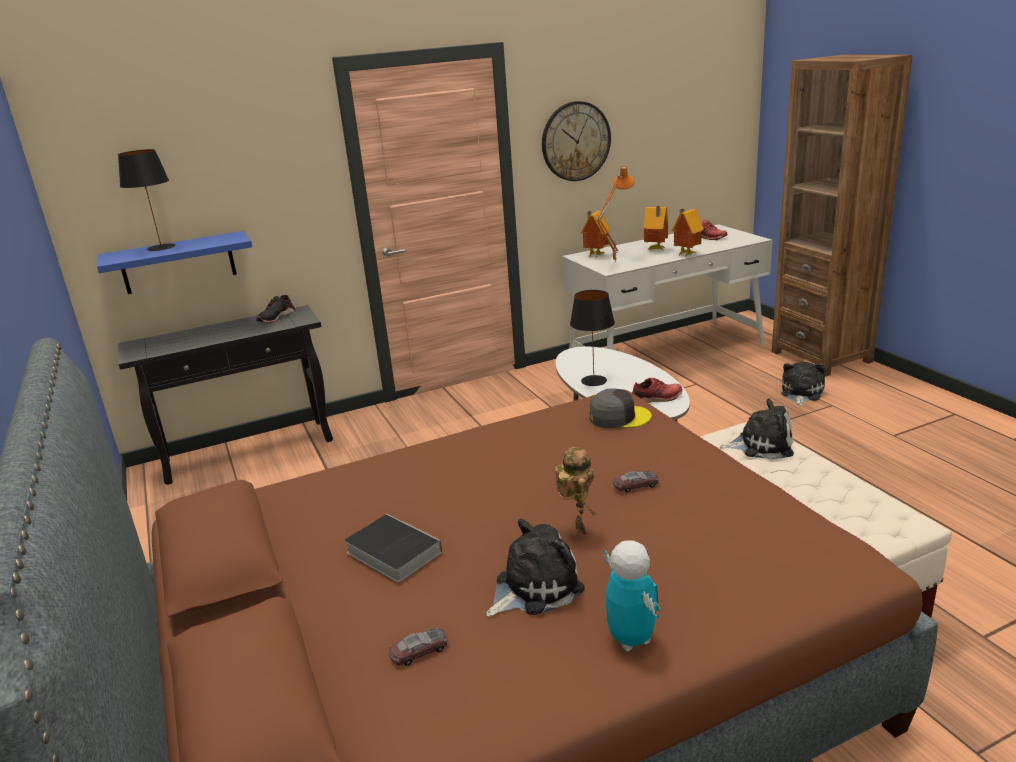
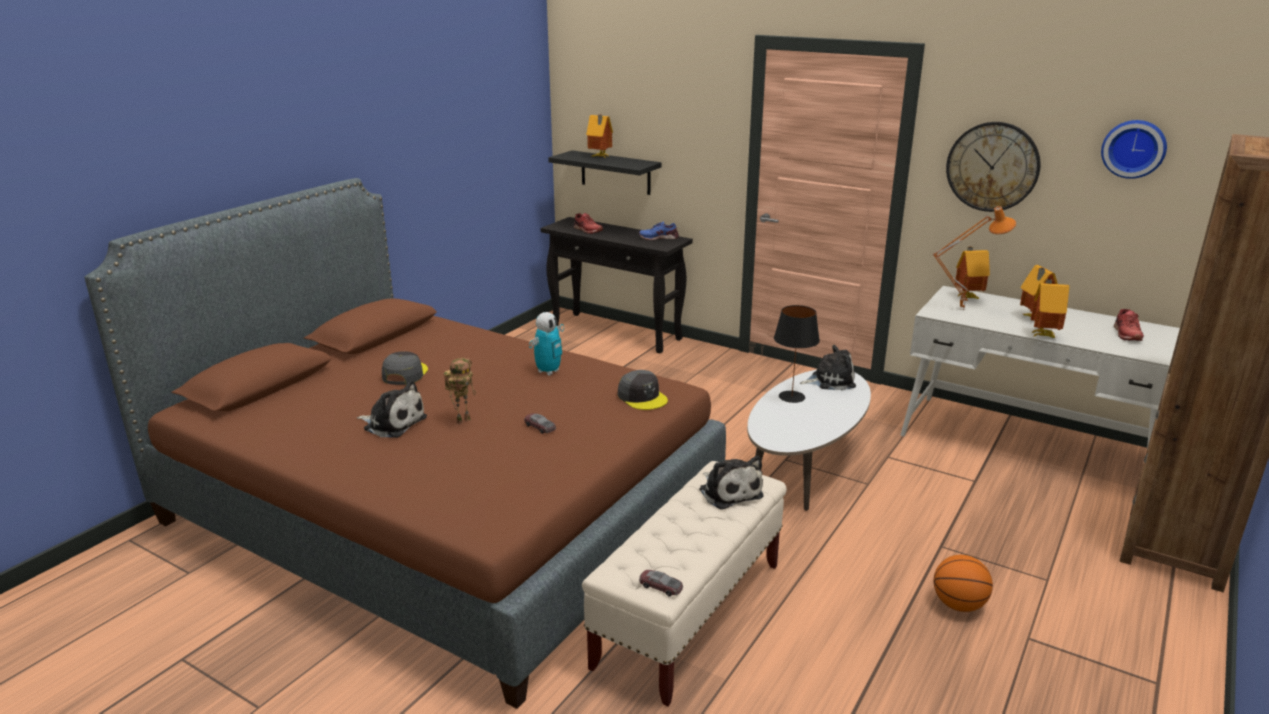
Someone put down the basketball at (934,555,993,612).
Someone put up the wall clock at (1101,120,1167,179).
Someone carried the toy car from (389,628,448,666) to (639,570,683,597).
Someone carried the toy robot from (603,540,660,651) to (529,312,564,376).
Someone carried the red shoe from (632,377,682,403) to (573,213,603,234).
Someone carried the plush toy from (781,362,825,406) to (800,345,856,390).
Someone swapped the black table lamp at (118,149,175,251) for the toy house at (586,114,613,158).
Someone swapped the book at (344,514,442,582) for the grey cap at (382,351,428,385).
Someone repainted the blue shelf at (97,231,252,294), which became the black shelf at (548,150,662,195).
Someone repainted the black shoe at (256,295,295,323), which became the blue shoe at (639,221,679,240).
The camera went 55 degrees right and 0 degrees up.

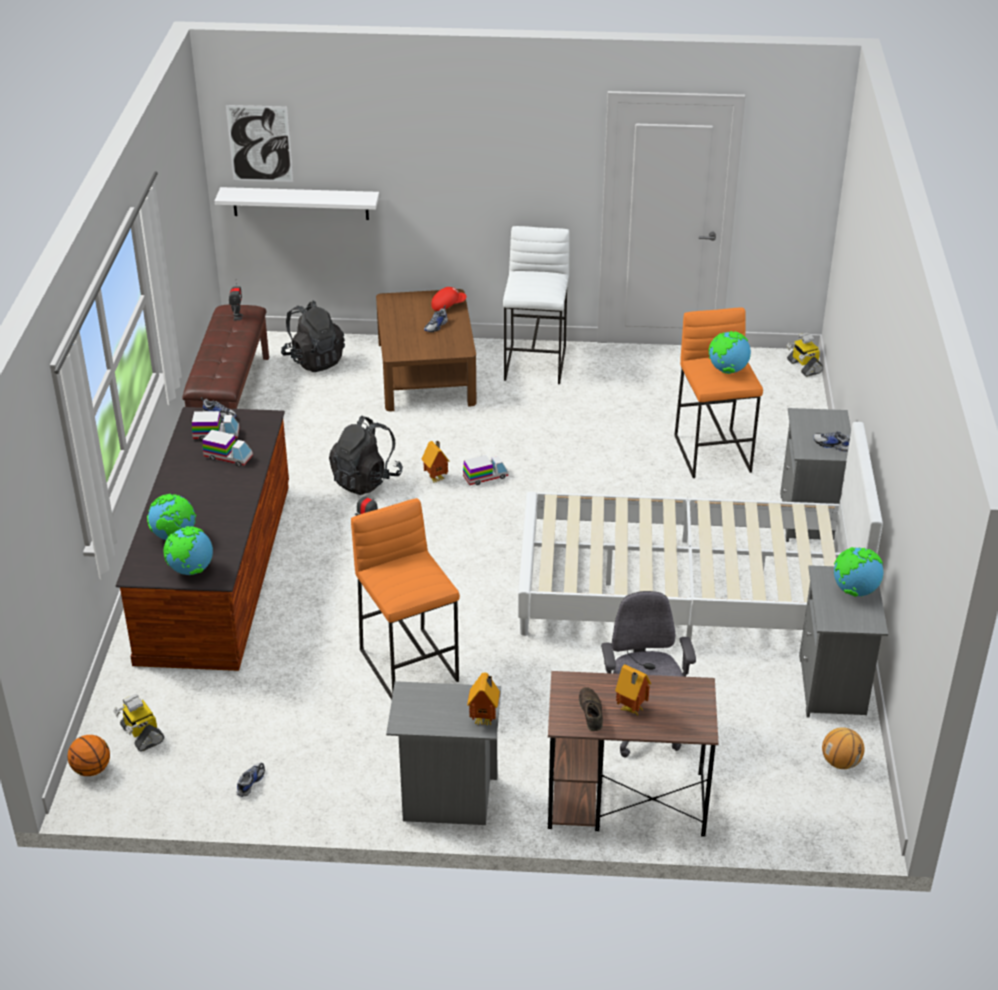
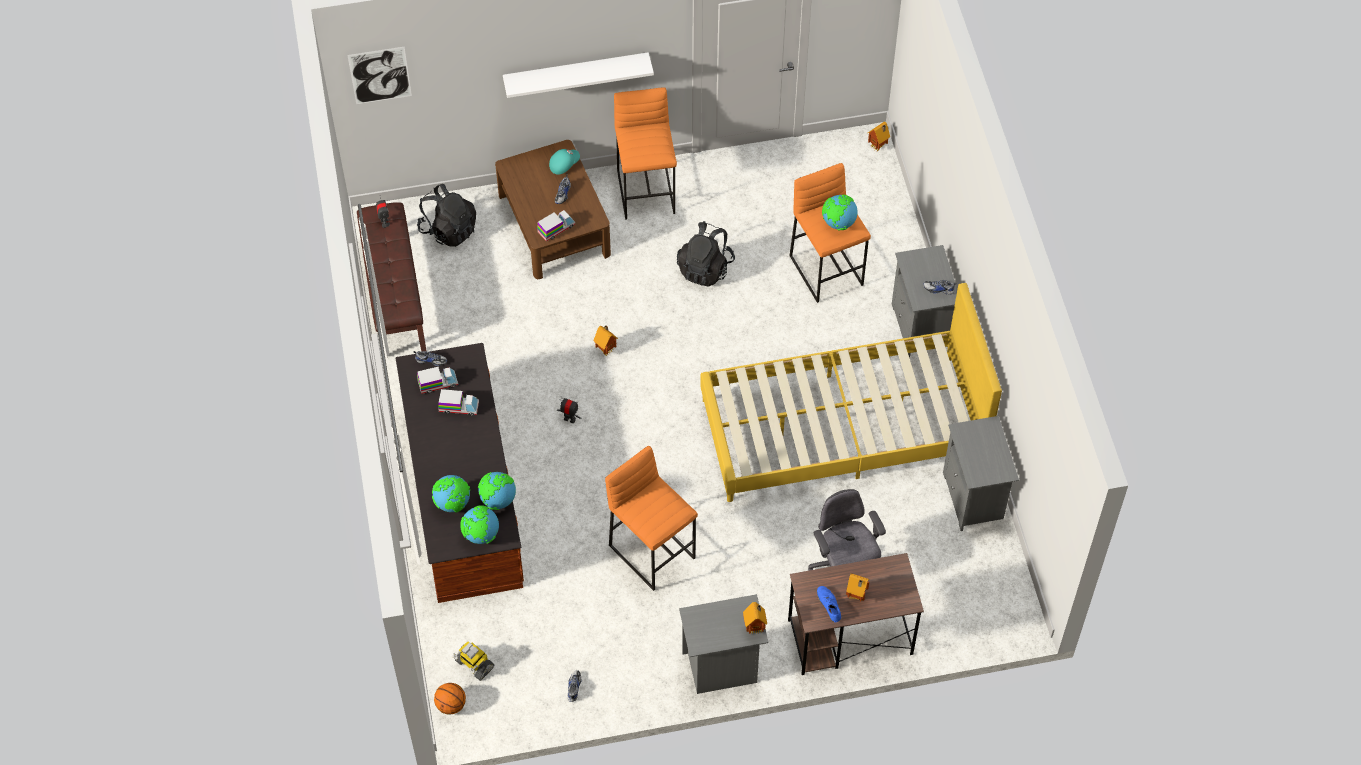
Someone took away the basketball at (822,727,865,769).
Someone carried the white shelf from (215,187,379,220) to (503,52,654,98).
Someone carried the black backpack from (329,416,403,495) to (677,221,735,287).
Someone carried the toy truck from (463,455,508,485) to (537,210,575,242).
Someone carried the globe from (834,547,883,596) to (478,472,516,510).
Someone swapped the toy robot at (787,332,823,377) for the toy house at (868,121,890,151).
Someone repainted the red cap at (431,287,467,311), which became the turquoise cap at (549,149,580,175).
Someone repainted the white stool at (503,226,570,384), which became the orange stool at (614,87,677,220).
Someone repainted the white bed at (518,422,883,640), which became the yellow bed at (700,283,1002,502).
Someone repainted the brown shoe at (579,687,603,731), which became the blue shoe at (817,586,841,622).
The camera went 15 degrees left and 20 degrees up.

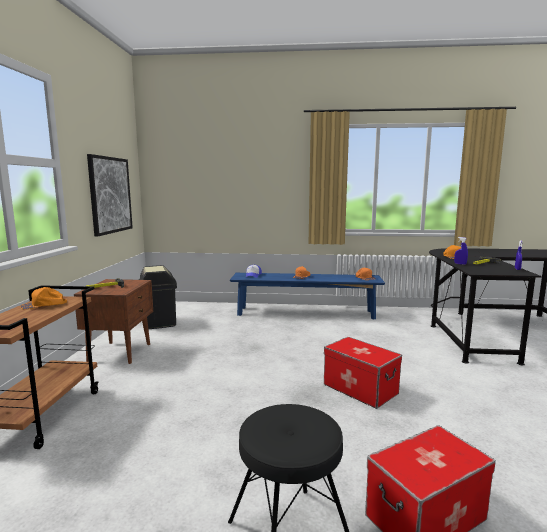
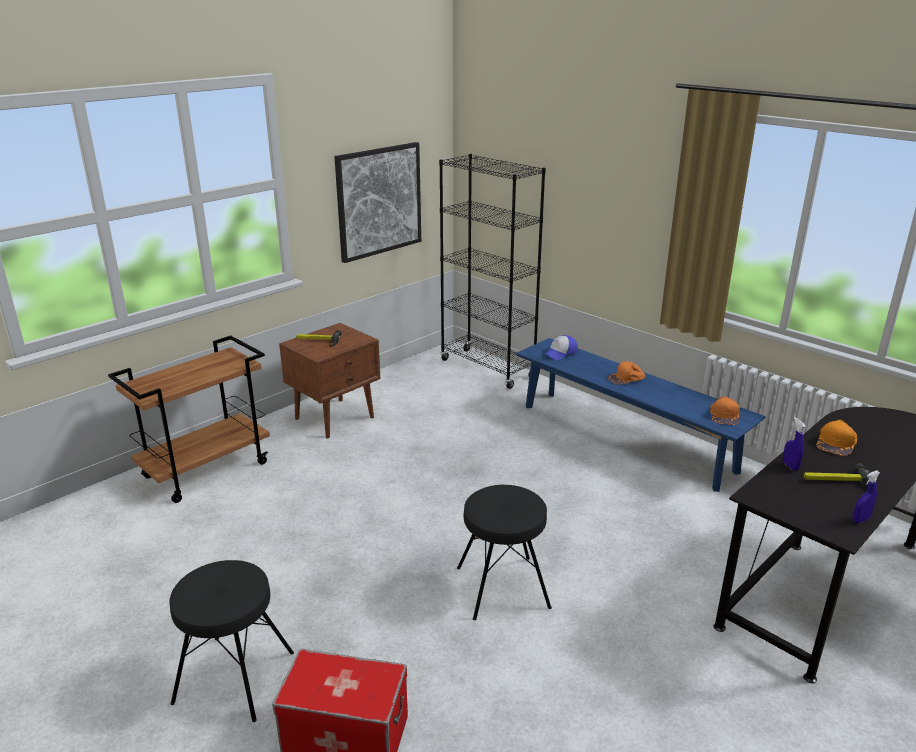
Someone took away the orange cap at (21,287,67,309).
Someone took away the black trash can at (138,265,177,329).
Someone put down the black bookcase at (439,154,546,389).
Someone swapped the storage box at (324,337,402,409) for the black stool at (457,485,552,620).
The camera went 40 degrees right and 15 degrees up.

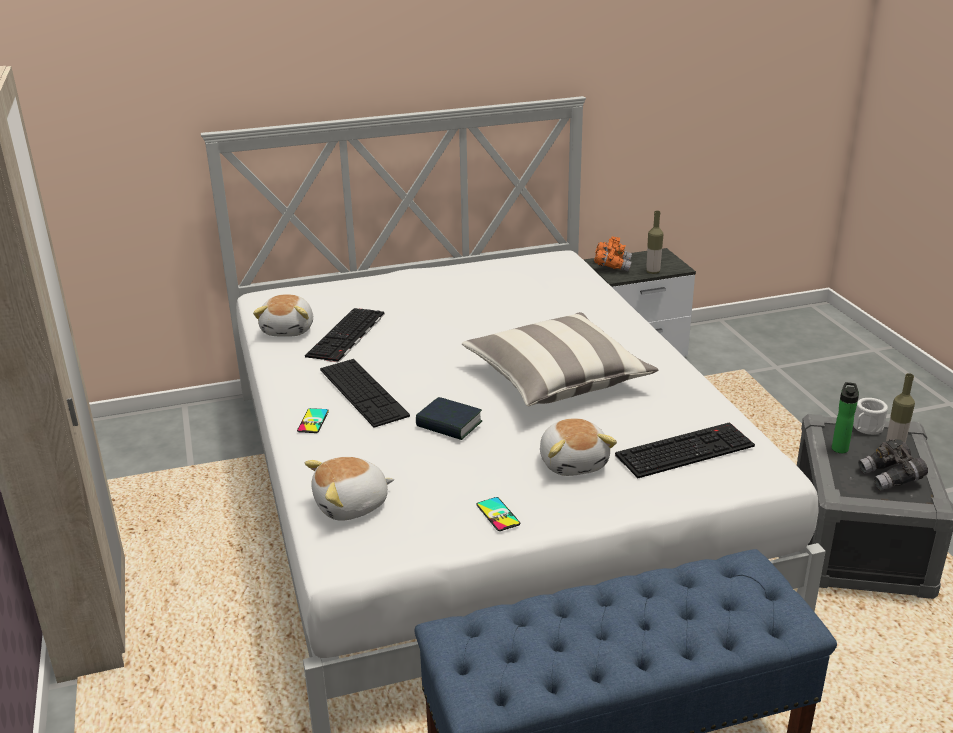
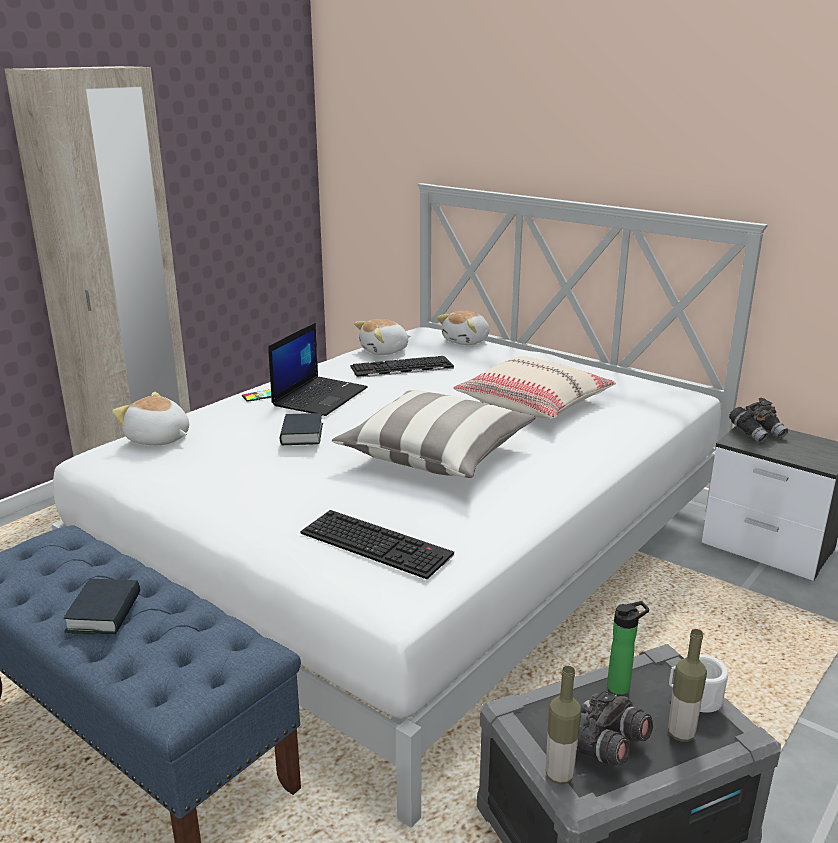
Someone took away the phone at (476,497,520,531).
Someone put down the book at (64,579,140,635).
Someone put down the beige pillow at (453,356,616,419).
Someone carried the plush toy from (540,418,617,476) to (437,311,489,345).
Someone carried the bottle from (646,211,664,274) to (546,666,581,785).
Someone swapped the keyboard at (320,359,410,428) for the laptop at (268,323,368,416).
Someone repainted the orange binoculars at (594,236,632,272), which became the grey binoculars at (729,398,788,443).
The camera went 55 degrees right and 5 degrees down.

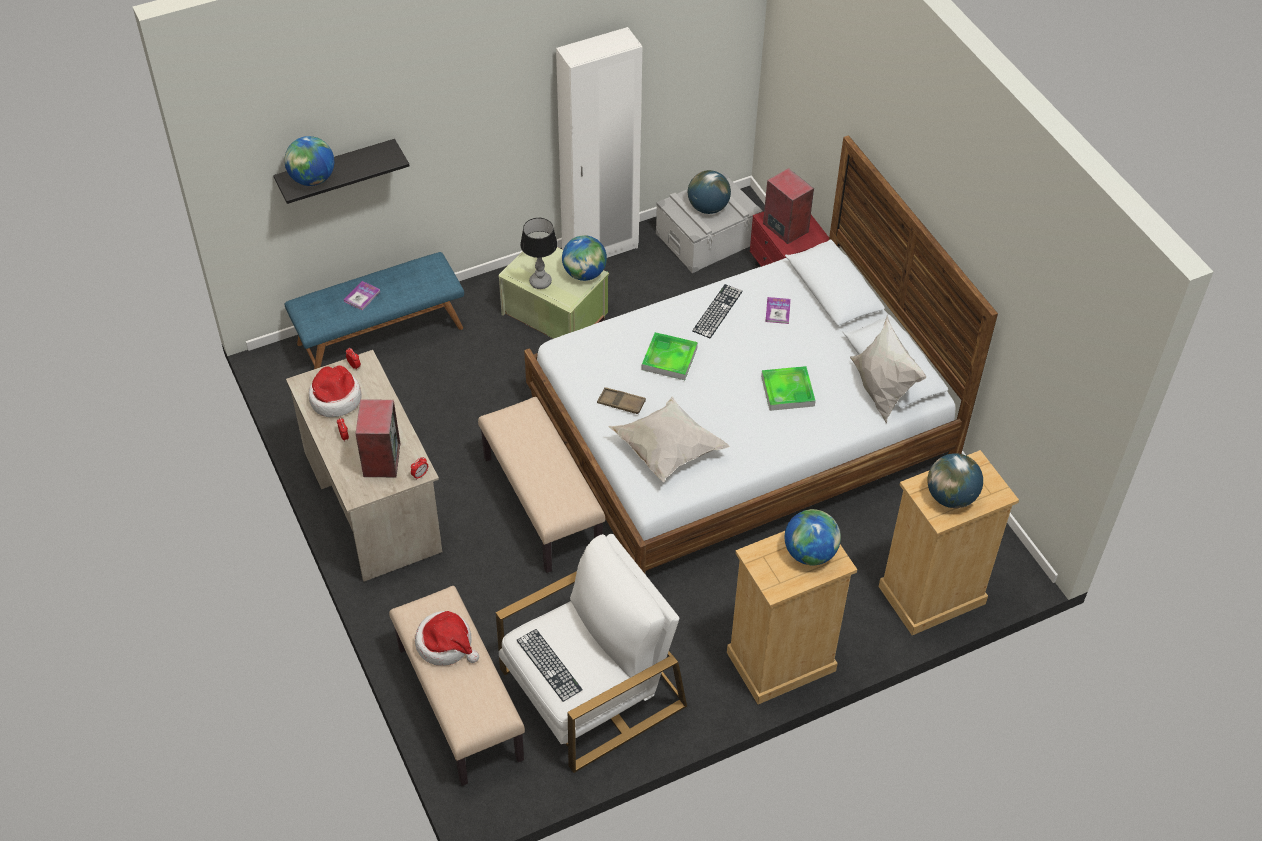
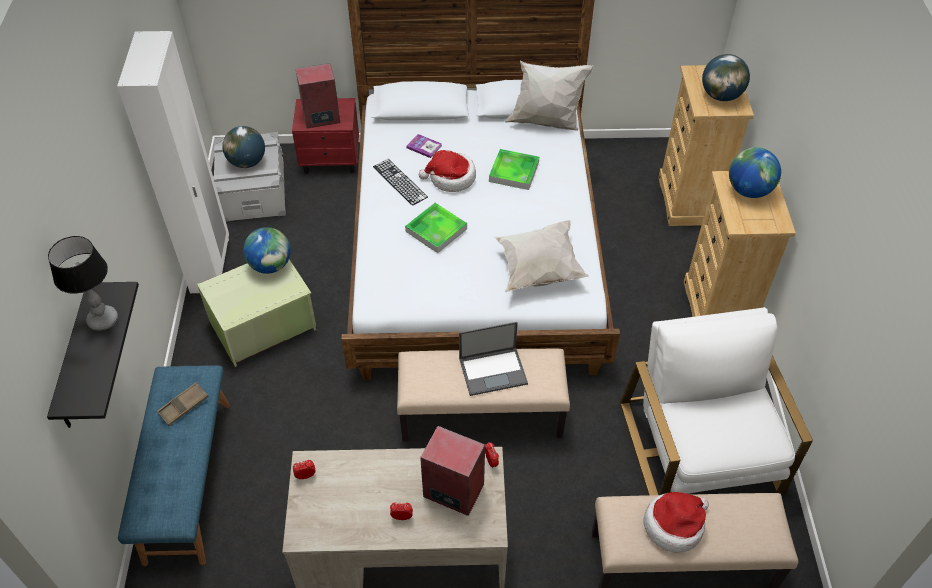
Someone took away the globe at (284,136,334,186).
Someone took away the book at (344,281,381,310).
Someone took away the keyboard at (516,629,583,702).
Someone put down the laptop at (459,322,528,396).
Someone carried the hat from (309,366,362,417) to (419,150,476,192).
Someone carried the table lamp from (520,218,558,289) to (48,236,118,331).
Someone carried the brown tray from (597,387,646,414) to (157,382,209,426).
The camera went 65 degrees left and 0 degrees up.

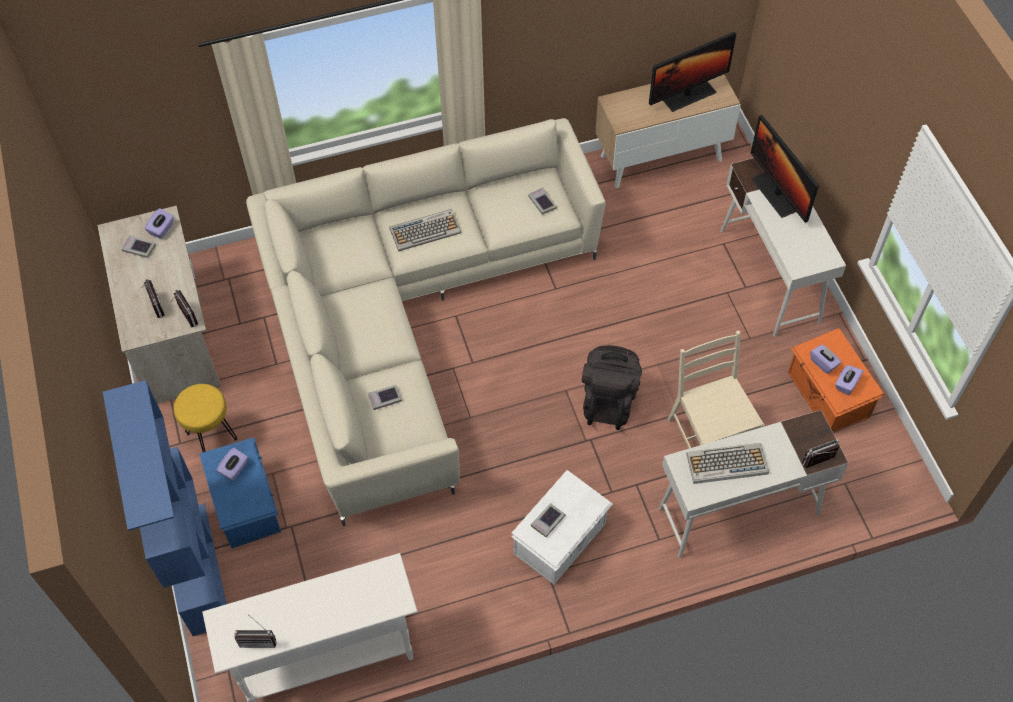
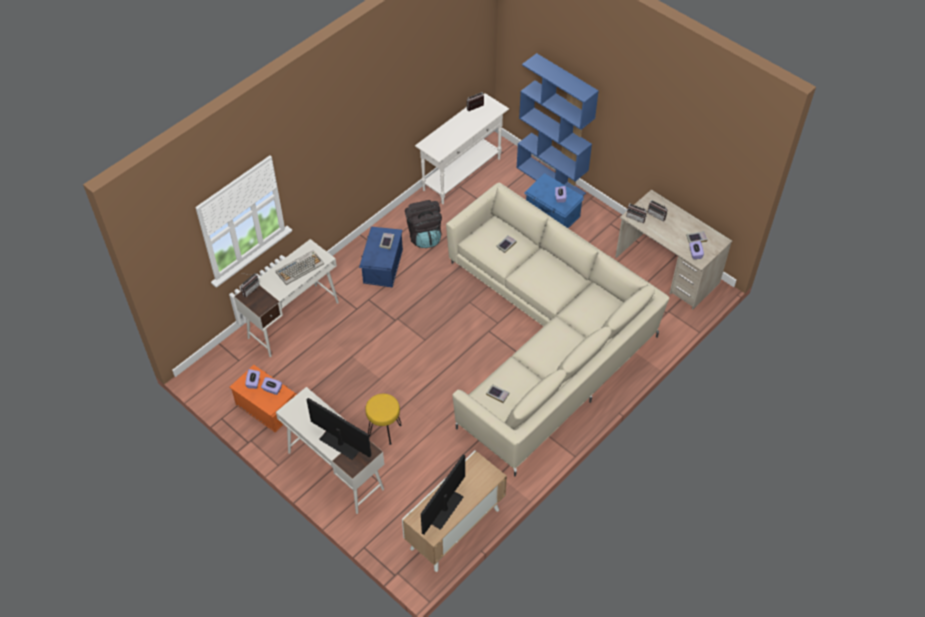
Someone took away the keyboard at (390,209,461,252).
Someone took away the beige chair at (668,330,765,449).
Someone carried the yellow stool from (174,384,238,452) to (365,394,401,445).
Someone carried the black backpack from (582,345,642,430) to (405,200,442,248).
Someone repainted the white storage box at (511,470,613,584), which became the blue storage box at (359,227,403,288).
The camera went 150 degrees right and 5 degrees down.

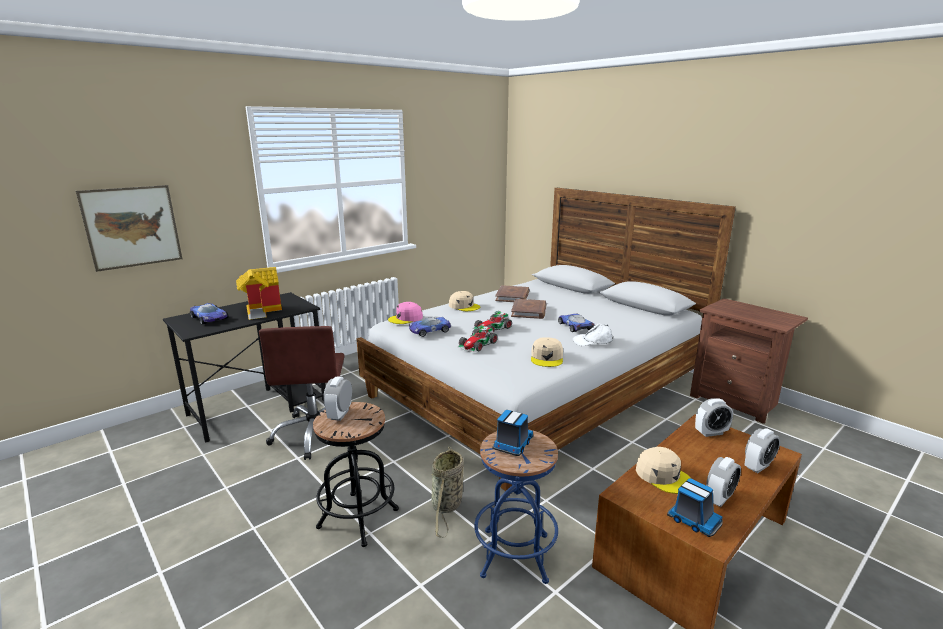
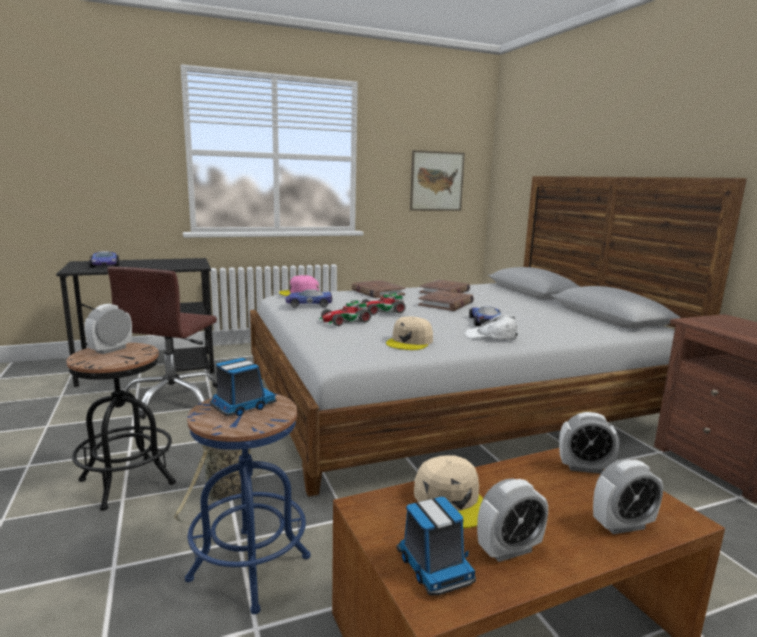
Someone took away the toy house at (236,267,282,320).
Someone carried the picture from (76,185,182,272) to (410,150,465,211).
Someone swapped the beige cap at (449,291,480,311) for the brown book at (351,280,406,298).
The camera went 20 degrees right and 5 degrees down.

